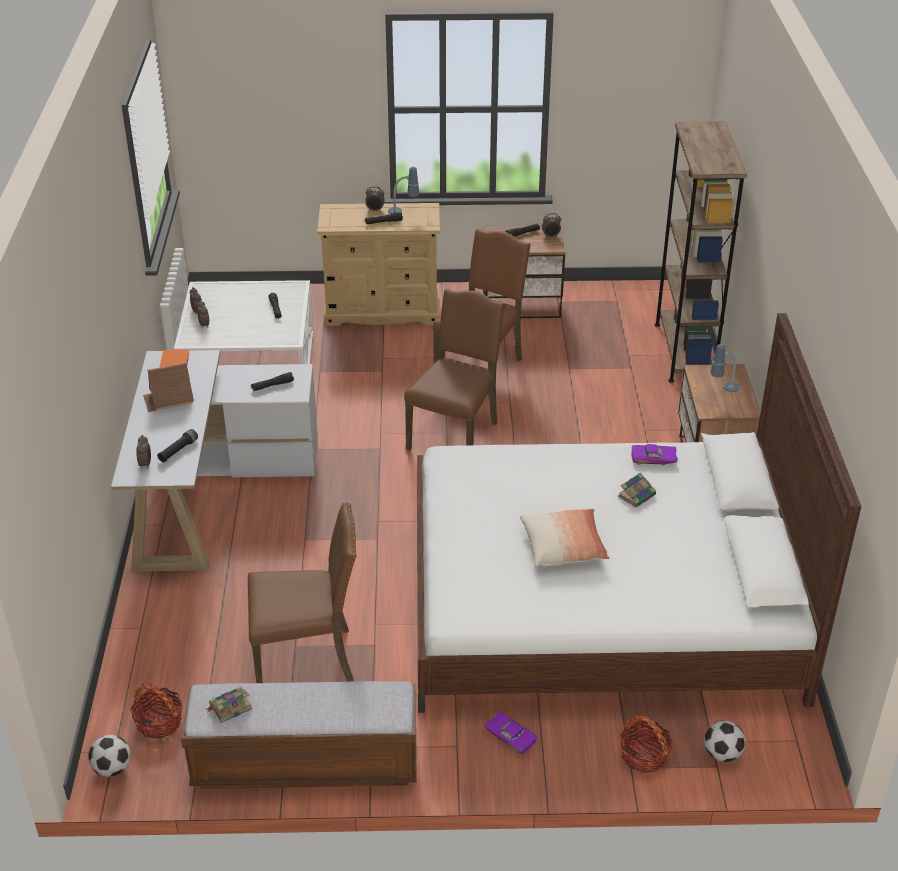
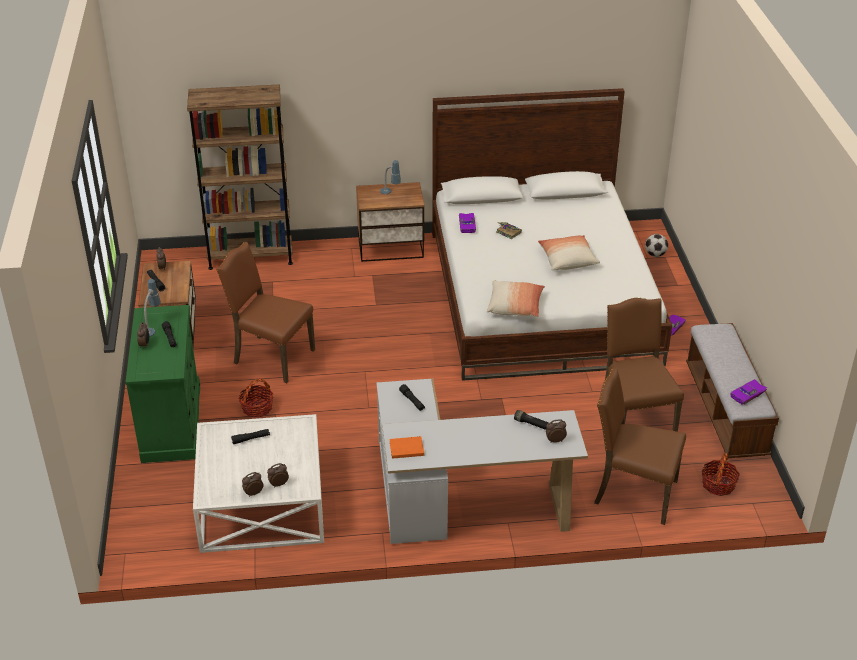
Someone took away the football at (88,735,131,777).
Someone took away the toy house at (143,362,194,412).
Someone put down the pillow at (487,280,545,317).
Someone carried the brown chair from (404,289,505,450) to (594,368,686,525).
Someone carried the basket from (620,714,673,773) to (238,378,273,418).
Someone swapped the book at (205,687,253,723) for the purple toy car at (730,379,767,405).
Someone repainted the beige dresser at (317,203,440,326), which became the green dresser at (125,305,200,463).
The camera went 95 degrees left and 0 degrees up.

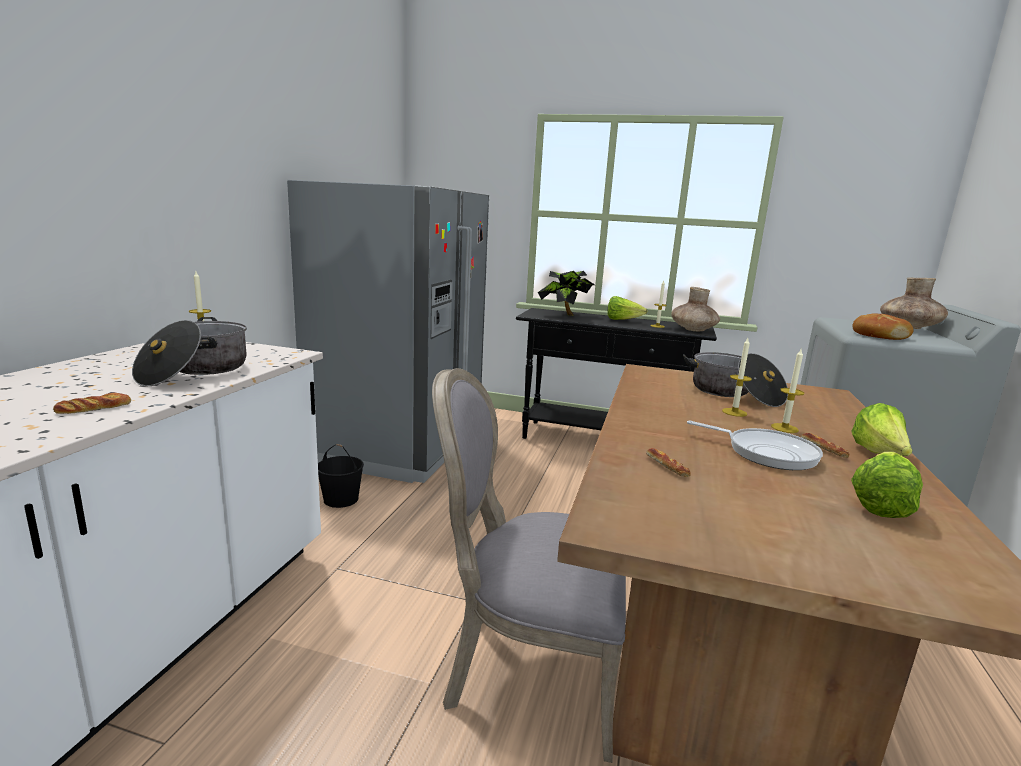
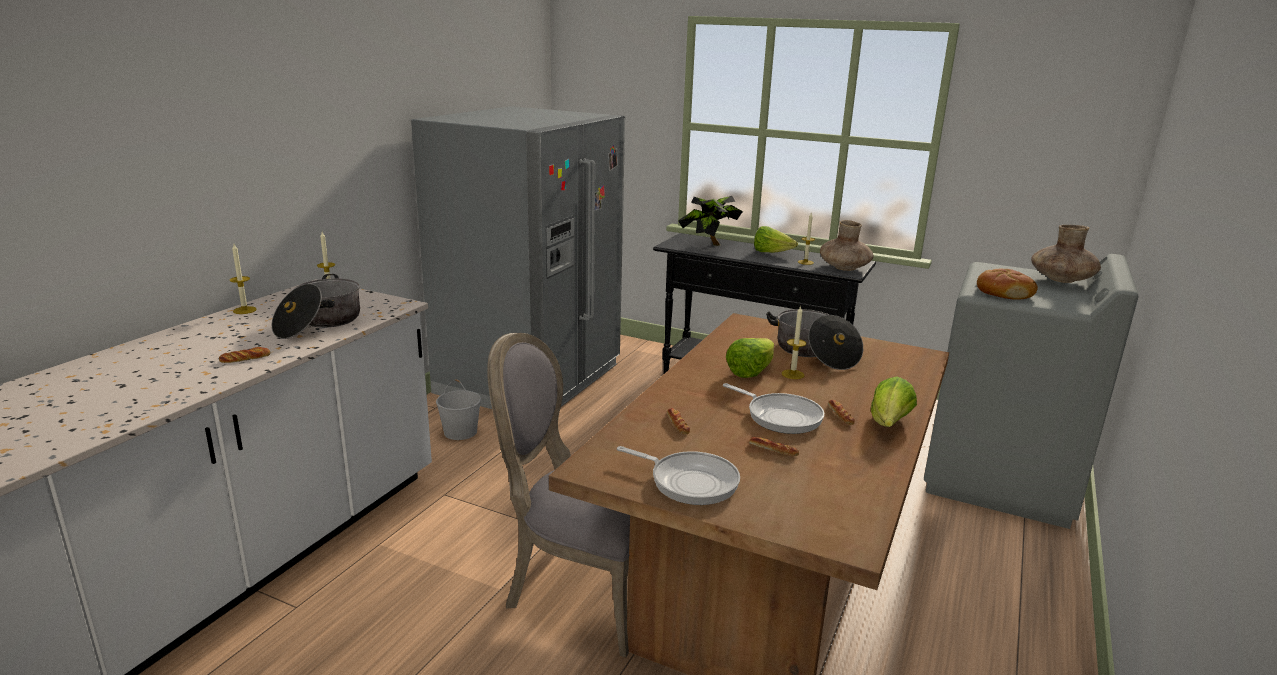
Someone put down the frying pan at (617,446,740,505).
Someone put down the bread at (749,437,799,456).
Someone carried the candle from (771,349,805,433) to (230,244,257,314).
Someone carried the lettuce from (851,452,923,518) to (726,338,774,378).
Someone repainted the black bucket at (318,444,364,508), which became the white bucket at (436,379,481,440).
The camera went 10 degrees right and 5 degrees up.

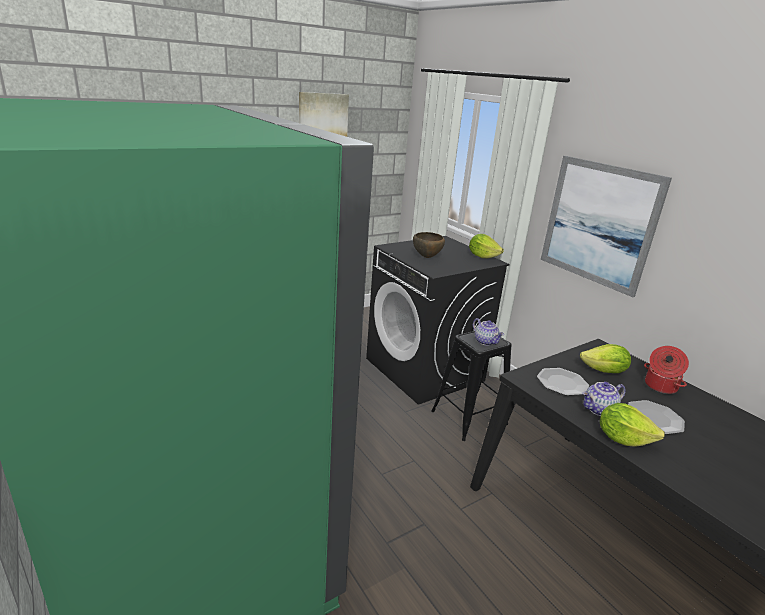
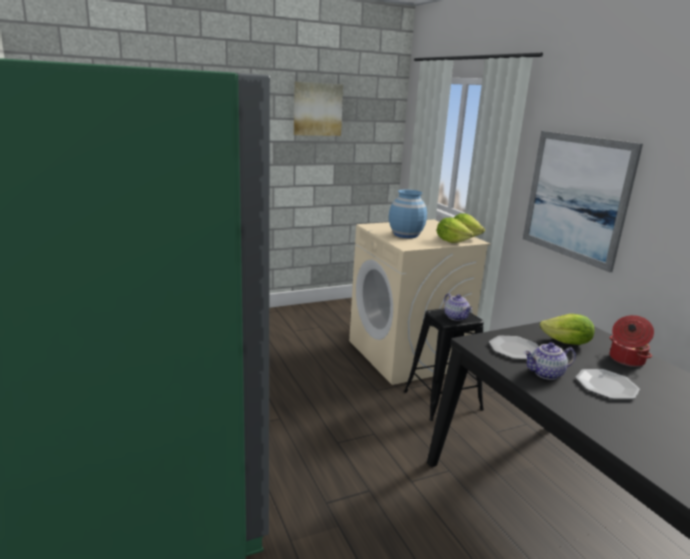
Someone carried the lettuce from (600,403,665,447) to (437,218,473,243).
Someone swapped the brown bowl at (413,232,445,258) for the blue vase at (389,189,427,238).
Someone repainted the black washing machine at (366,236,509,405), which became the beige washing machine at (349,220,490,385).
The camera went 10 degrees right and 5 degrees down.

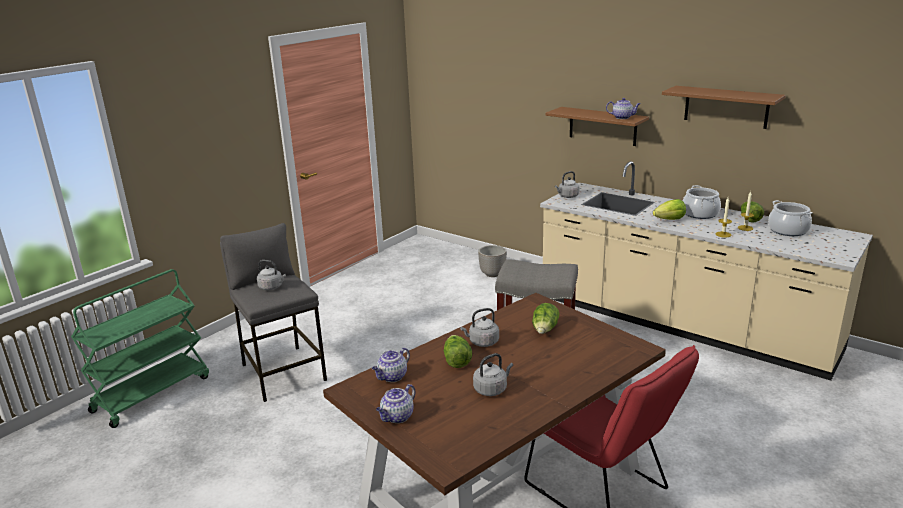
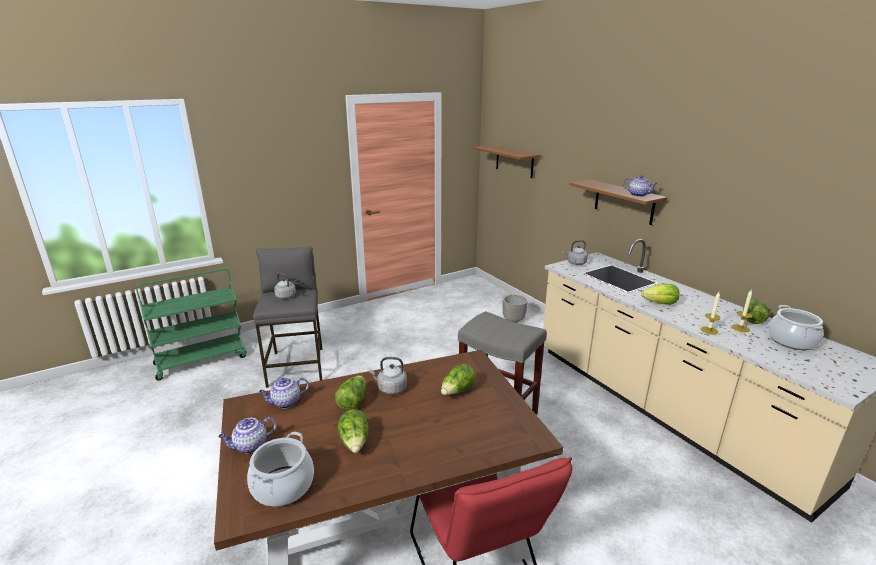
Someone carried the brown shelf from (662,86,786,129) to (474,145,540,178).
Someone carried the cooking pot from (683,185,721,219) to (247,432,314,507).
Someone swapped the grey kettle at (473,353,513,396) for the lettuce at (338,409,369,453).
The camera went 20 degrees right and 0 degrees up.

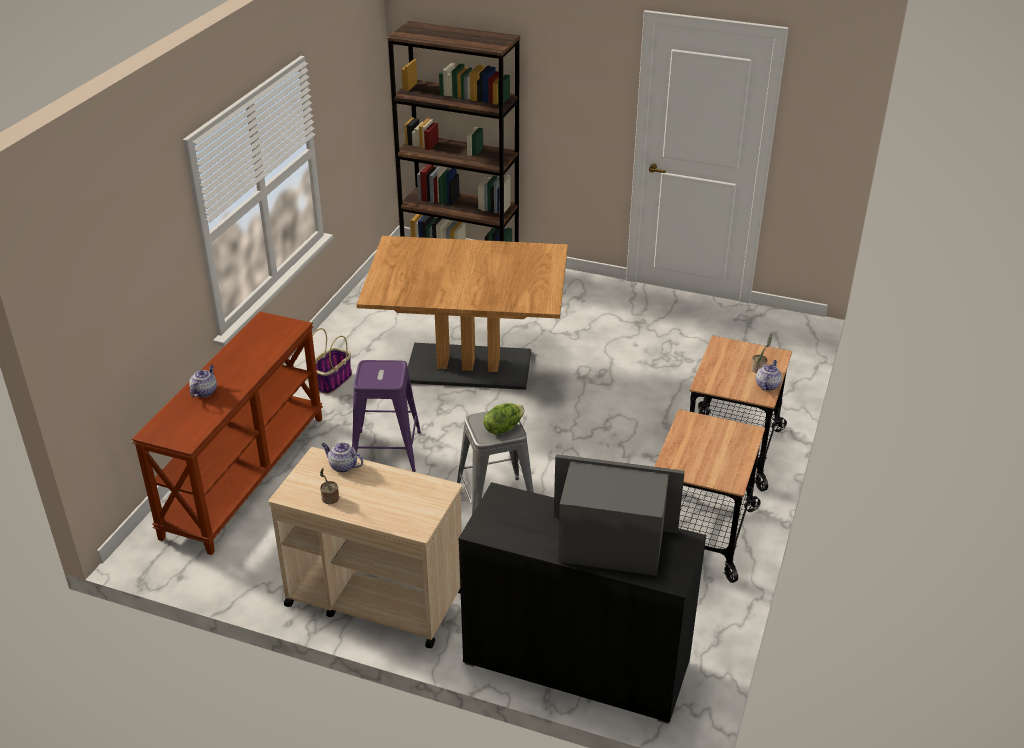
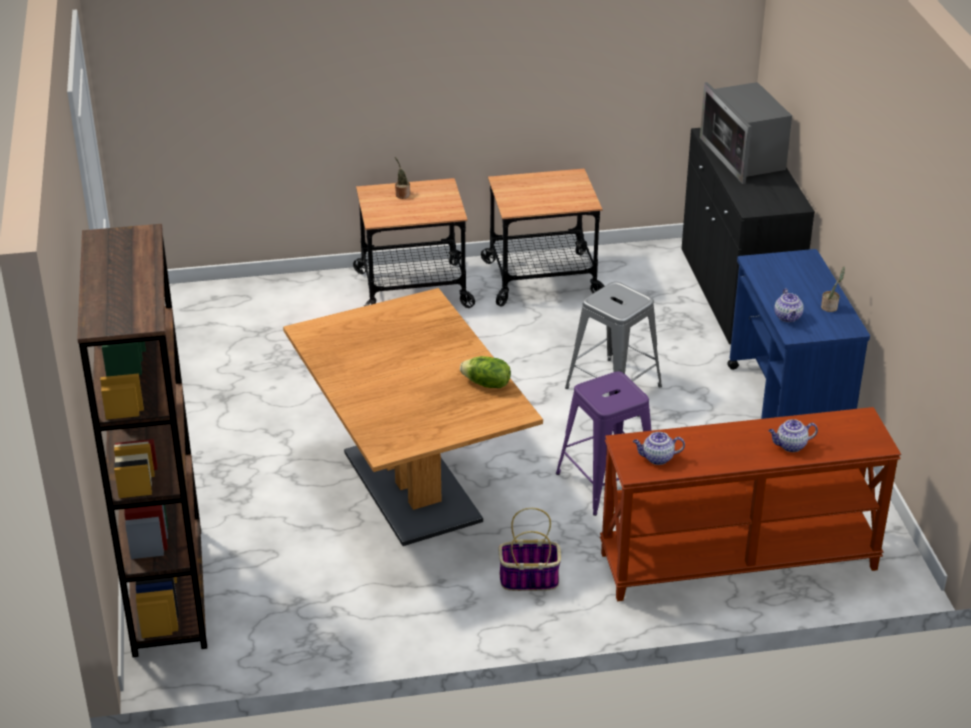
Someone carried the lettuce from (483,403,524,434) to (460,356,511,388).
Someone carried the teapot from (756,360,782,391) to (633,432,685,465).
Someone repainted the beige cart at (268,447,462,648), which became the blue cart at (727,249,870,419).
The camera went 120 degrees left and 0 degrees up.

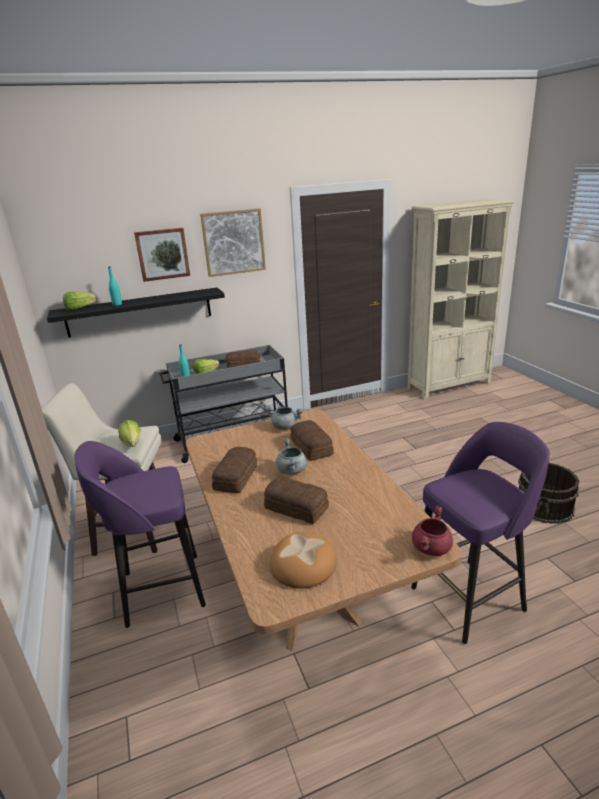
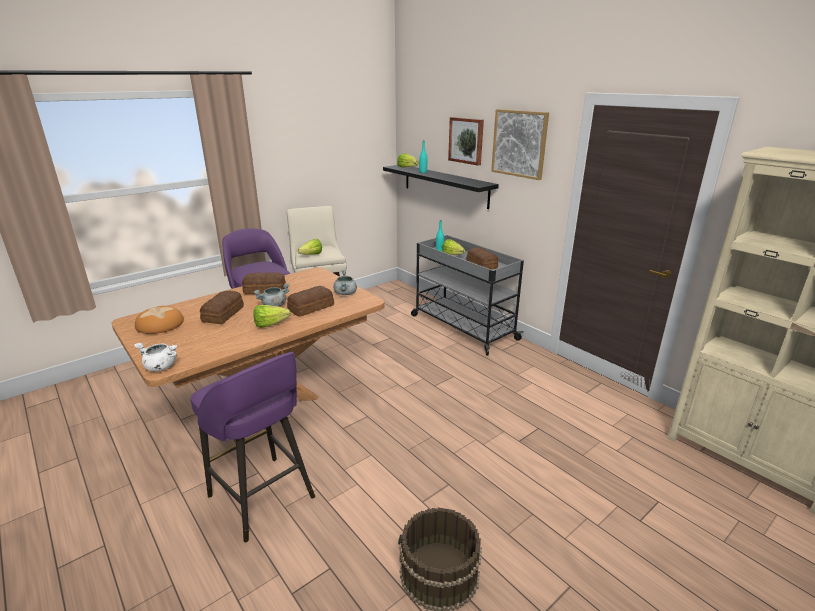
Someone put down the lettuce at (253,305,291,328).
Someone repainted the red cooking pot at (412,506,453,556), which became the white cooking pot at (134,342,178,371).
The camera went 70 degrees right and 0 degrees up.

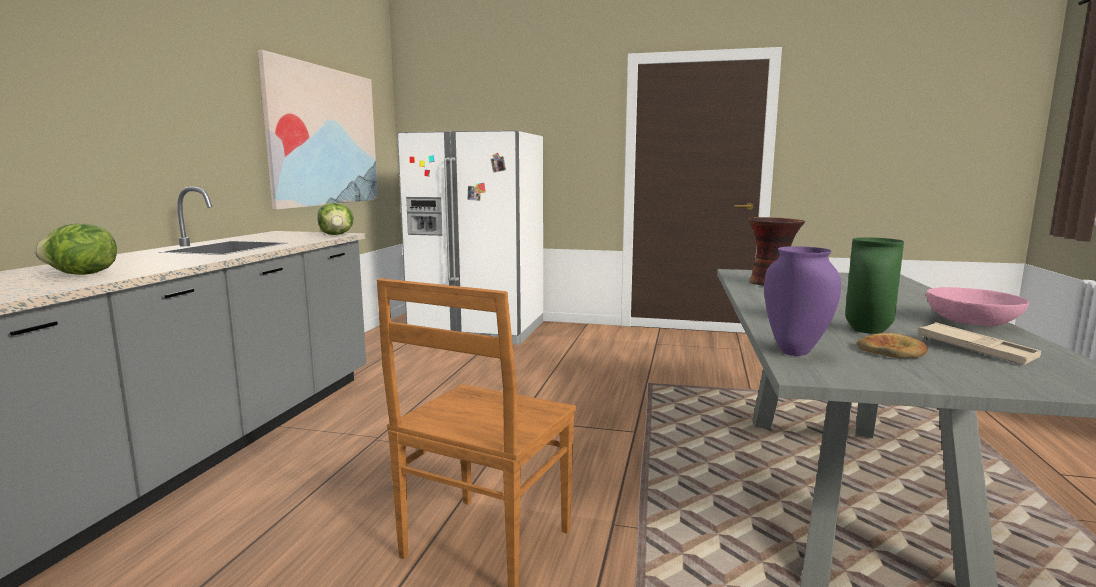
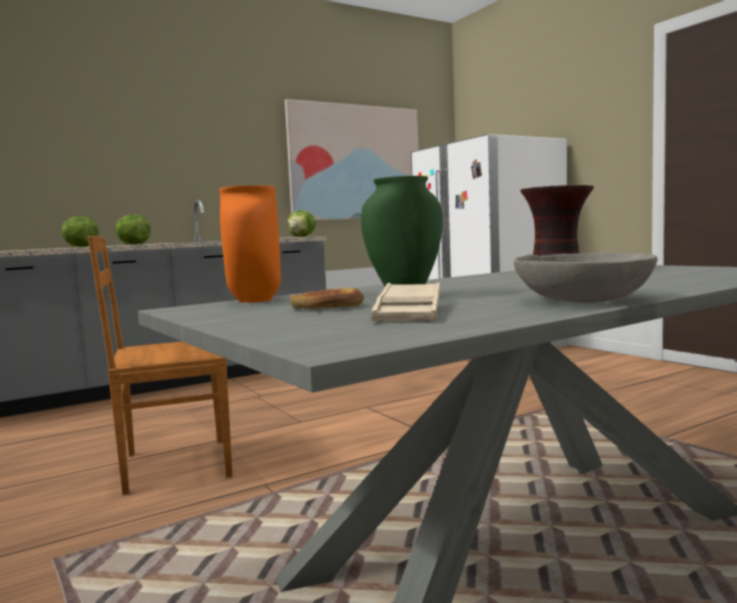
Someone put down the lettuce at (115,214,151,245).
Someone repainted the purple vase at (764,246,841,356), which became the orange vase at (220,185,281,303).
Someone repainted the pink bowl at (926,287,1029,326), which became the grey bowl at (514,253,657,302).
The camera went 45 degrees right and 5 degrees down.

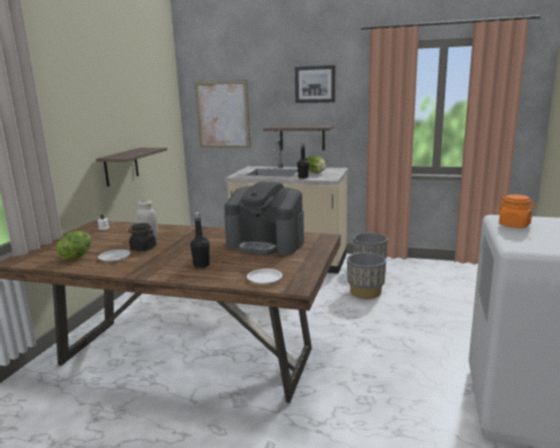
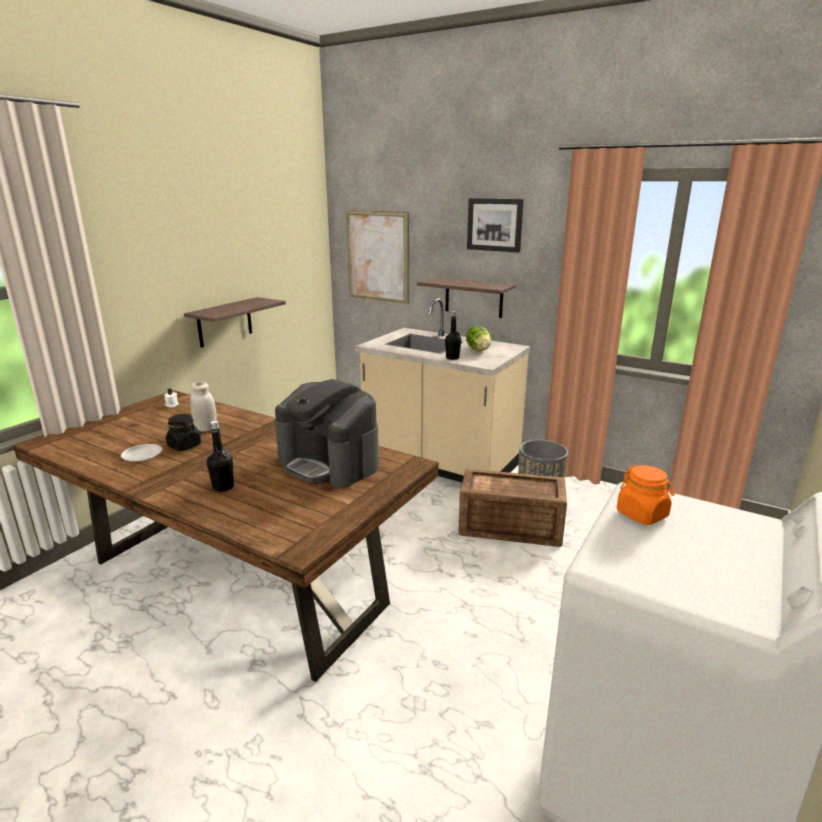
Someone took away the lettuce at (56,231,91,260).
Someone took away the white plate at (247,269,282,284).
Someone swapped the grey planter at (347,252,386,299) for the crate at (458,469,567,547).
The camera went 15 degrees right and 5 degrees up.

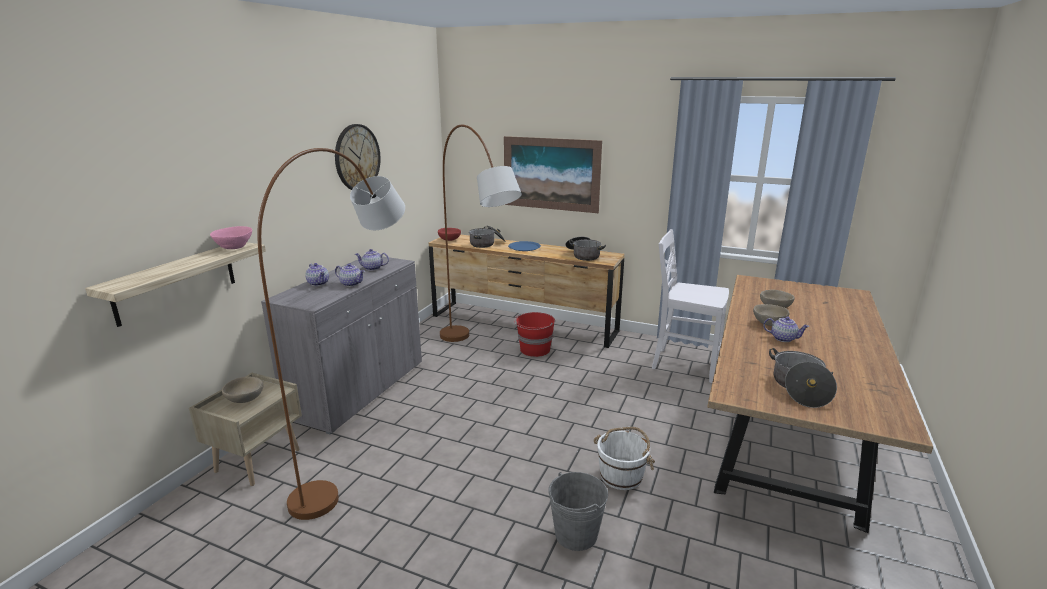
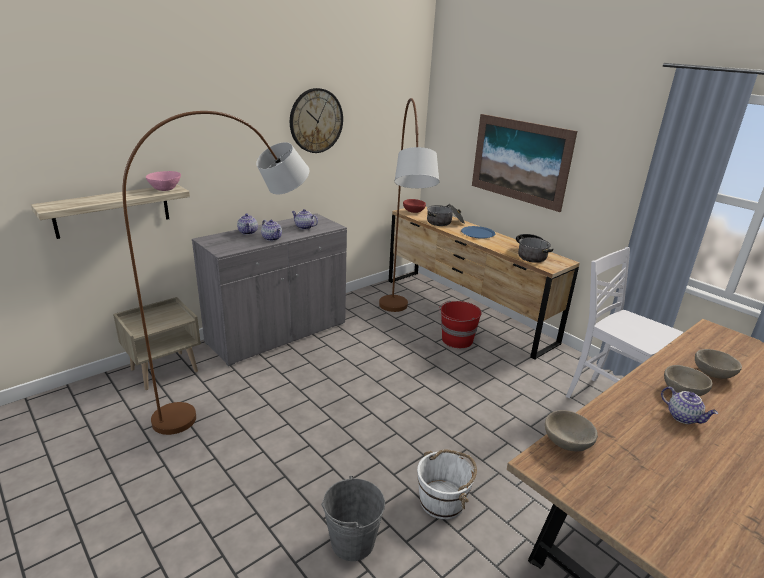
Someone took away the cooking pot at (769,348,837,408).
Someone carried the beige bowl from (222,376,263,403) to (545,410,598,452).
The camera went 25 degrees right and 5 degrees up.

